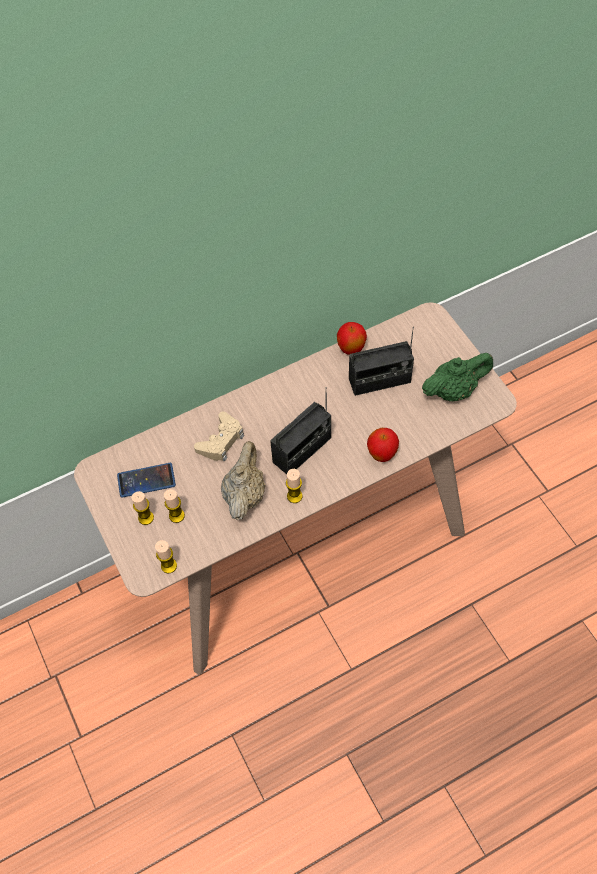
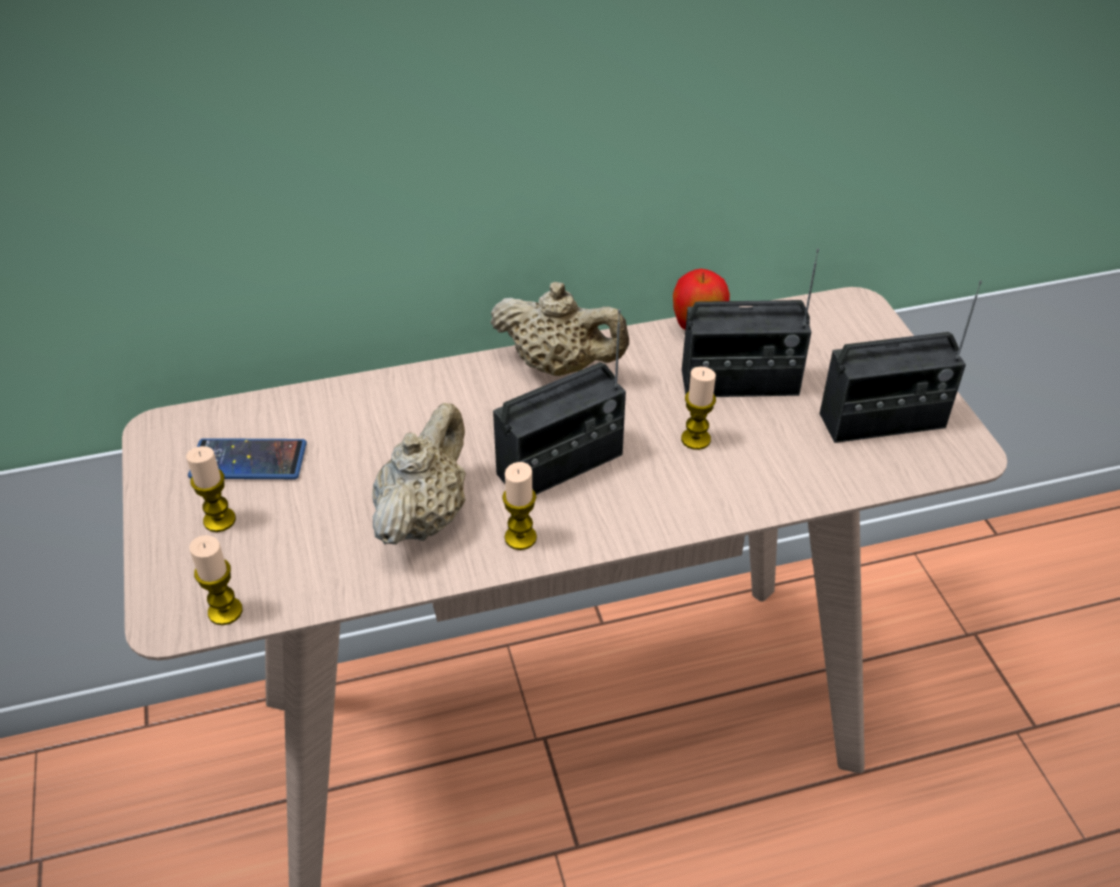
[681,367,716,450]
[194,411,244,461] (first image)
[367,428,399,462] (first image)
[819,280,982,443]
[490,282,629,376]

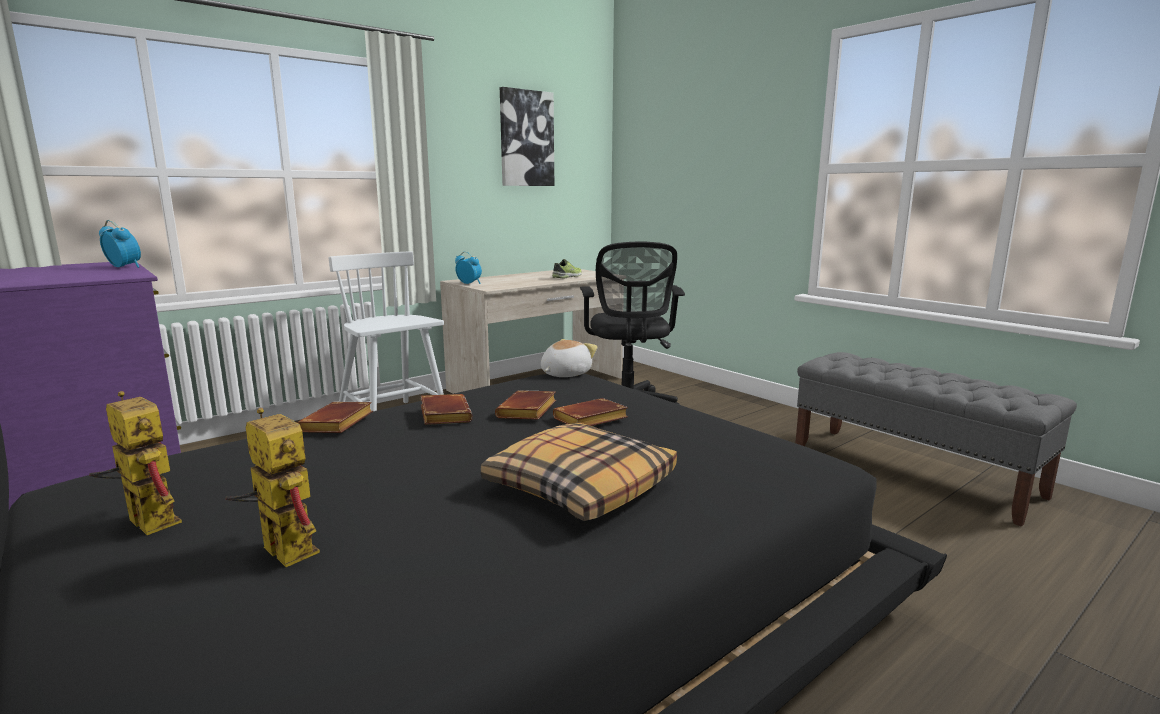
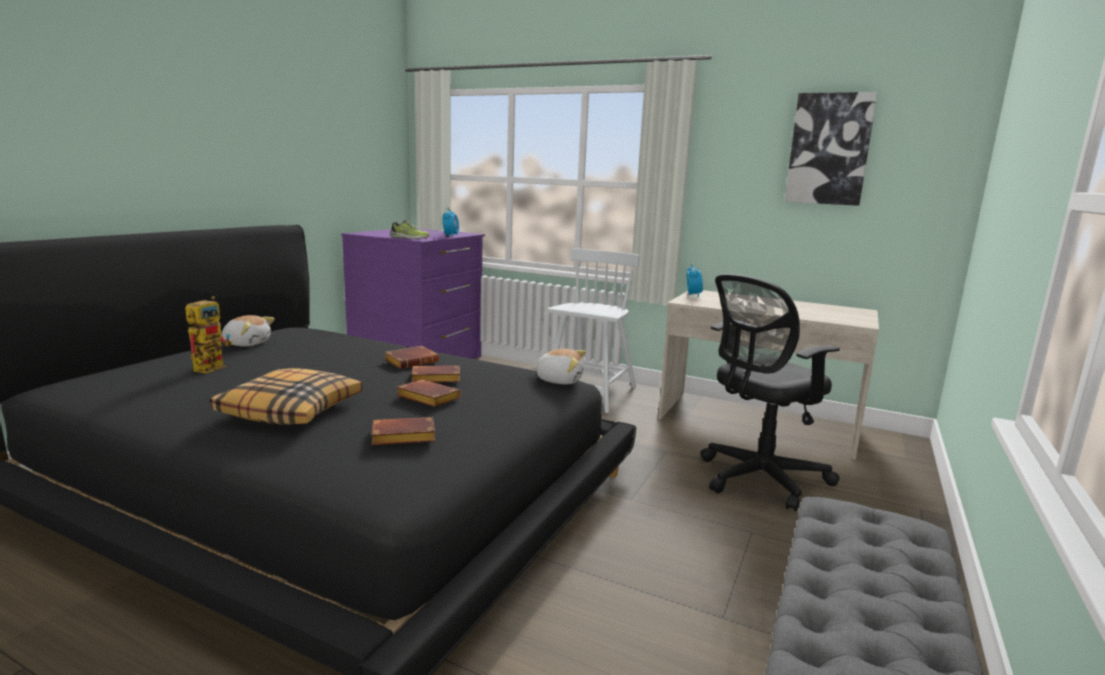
[222,315,275,347]
[371,417,435,445]
[390,220,429,239]

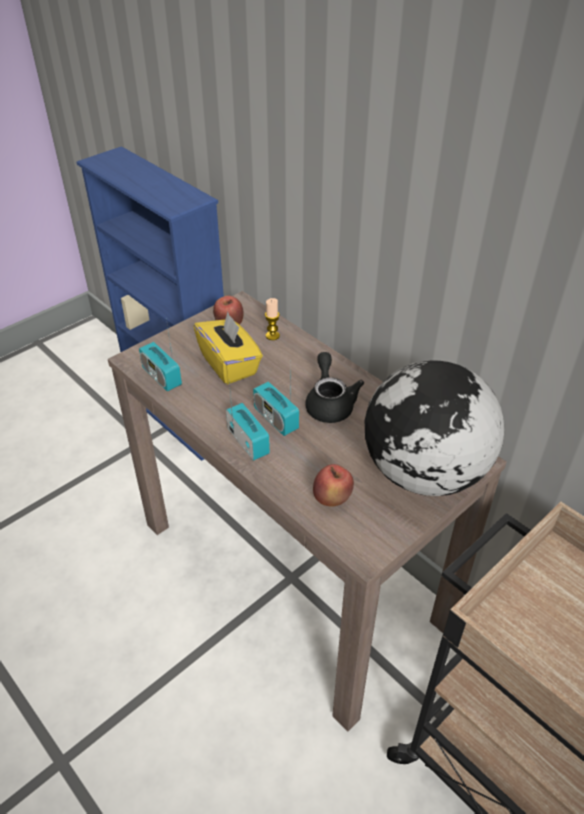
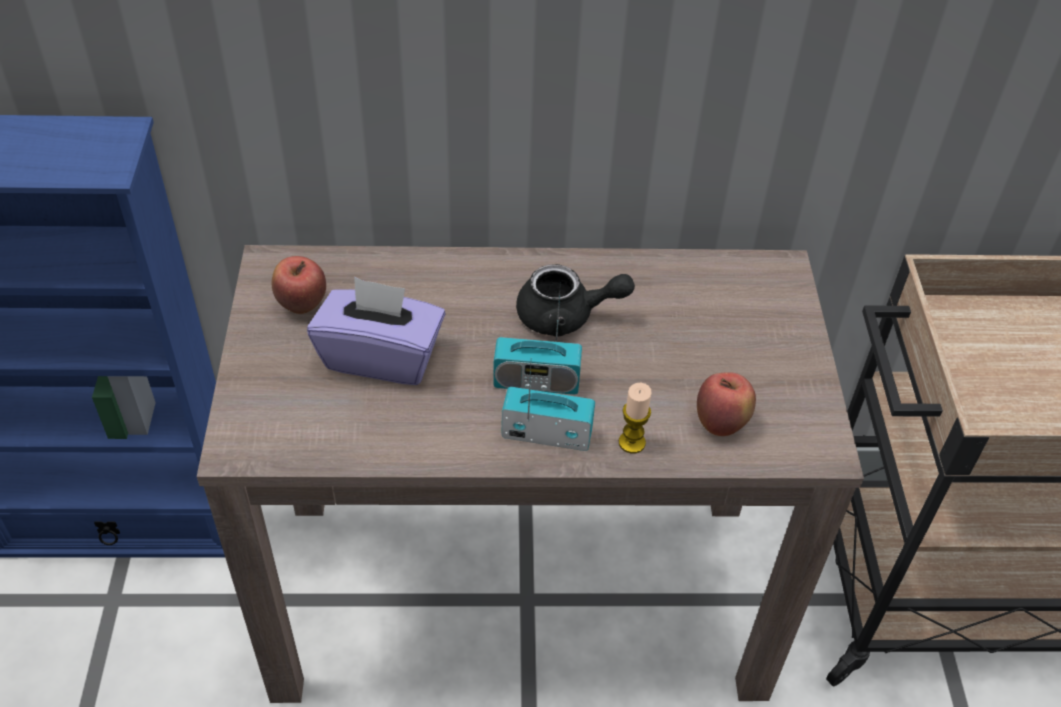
[139,318,182,391] (first image)
[307,277,445,385]
[619,383,652,454]
[516,264,635,337]
[365,360,504,496] (first image)

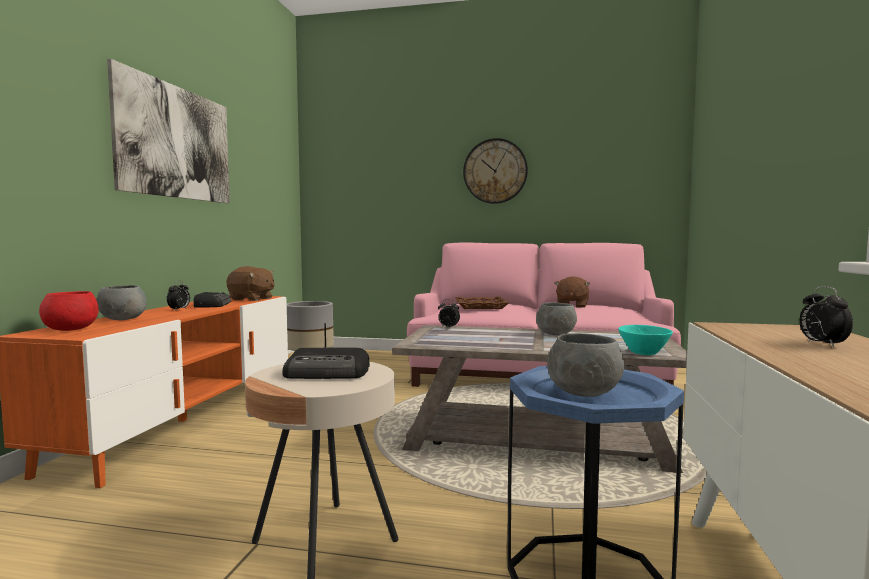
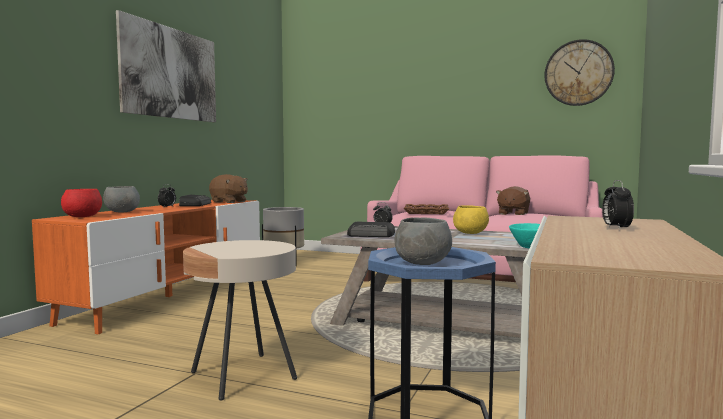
[347,222,395,237]
[544,39,615,106]
[453,205,489,234]

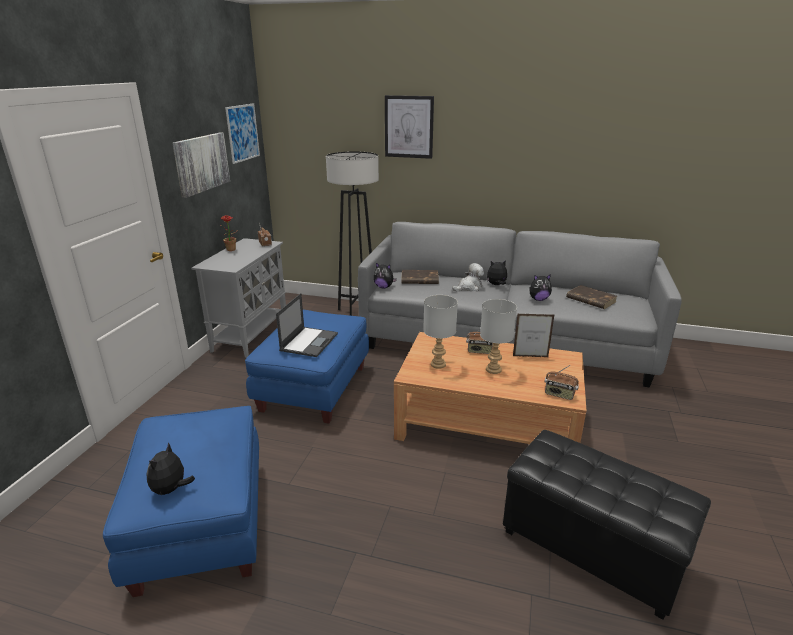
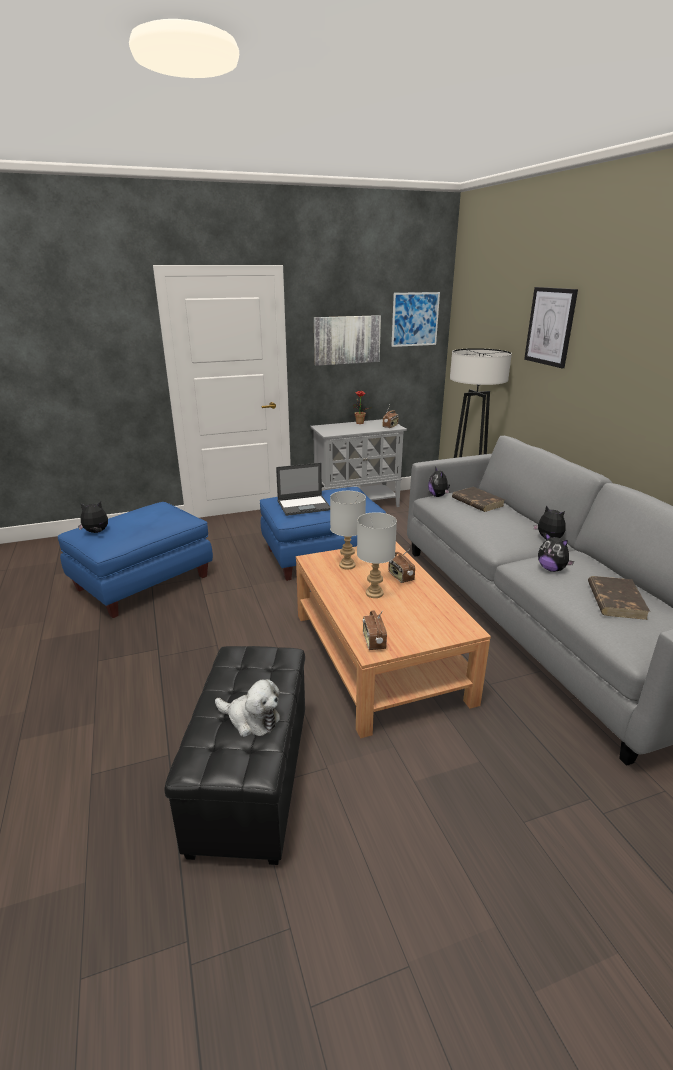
[215,679,280,737]
[513,314,554,357] (first image)

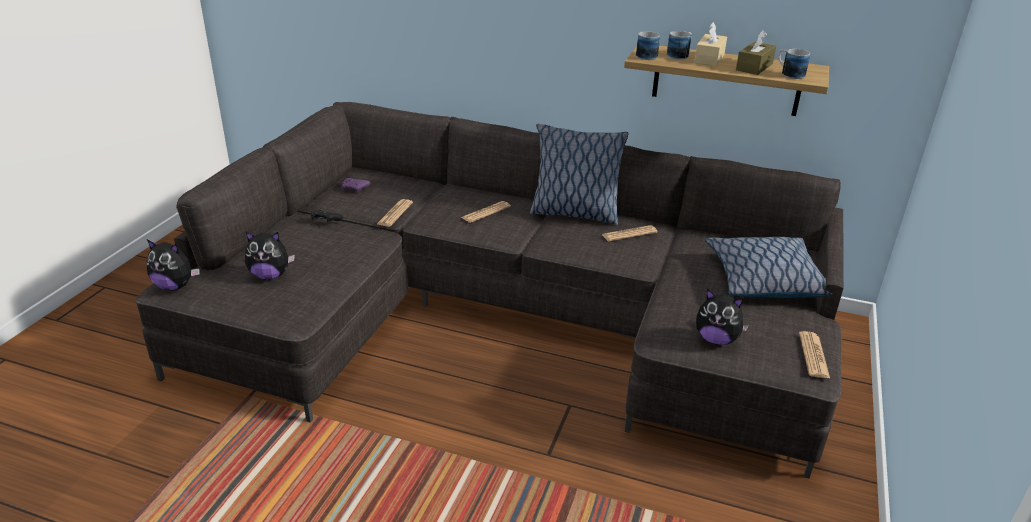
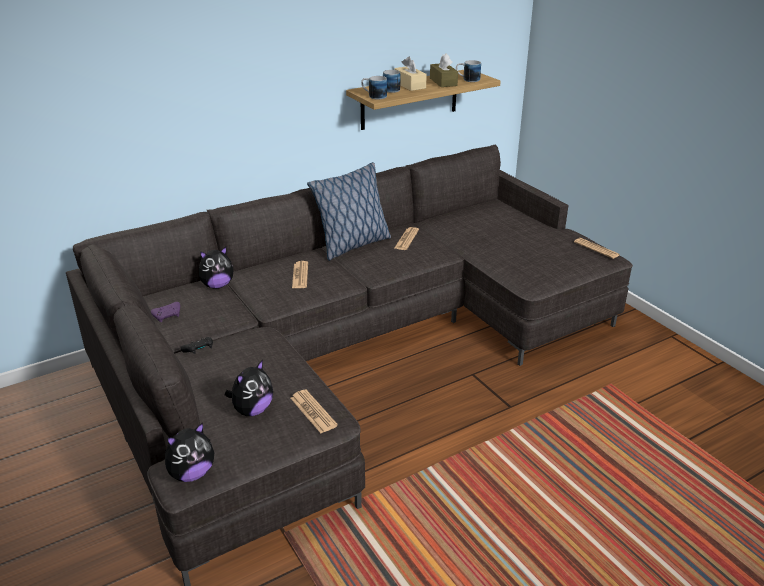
[290,390,338,433]
[199,247,233,289]
[705,237,832,298] (first image)

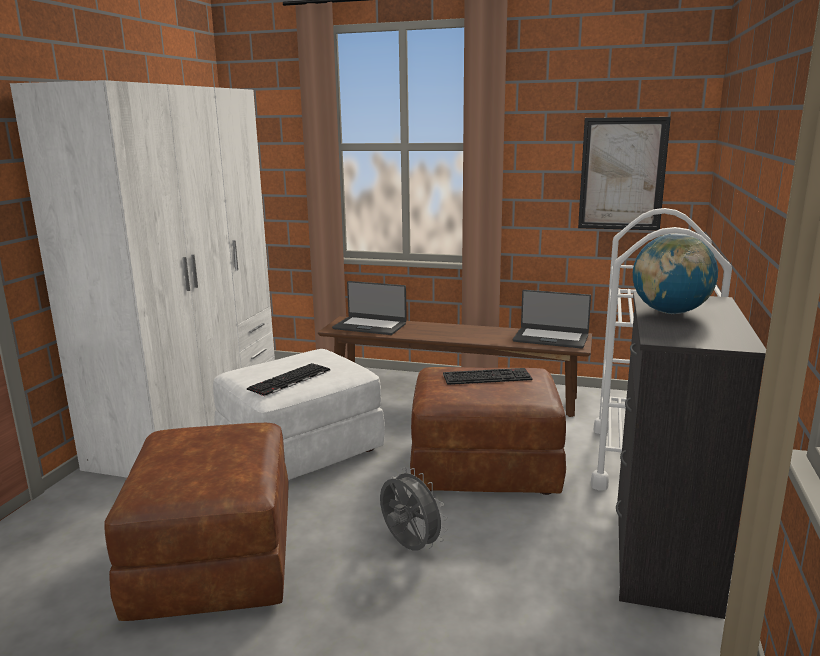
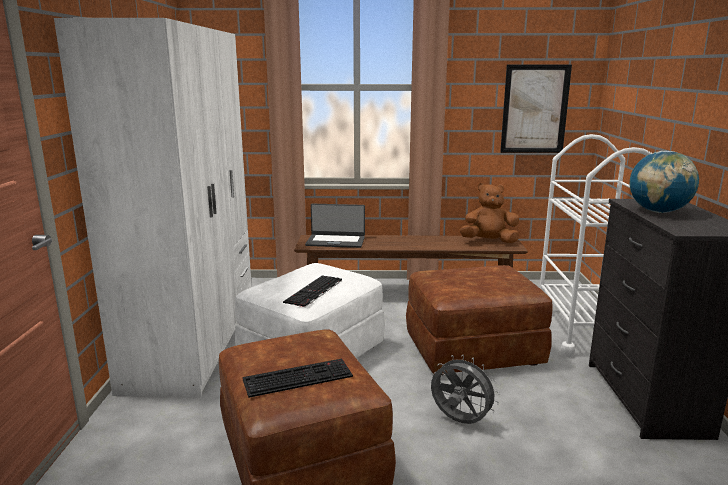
[242,359,353,398]
[460,183,519,243]

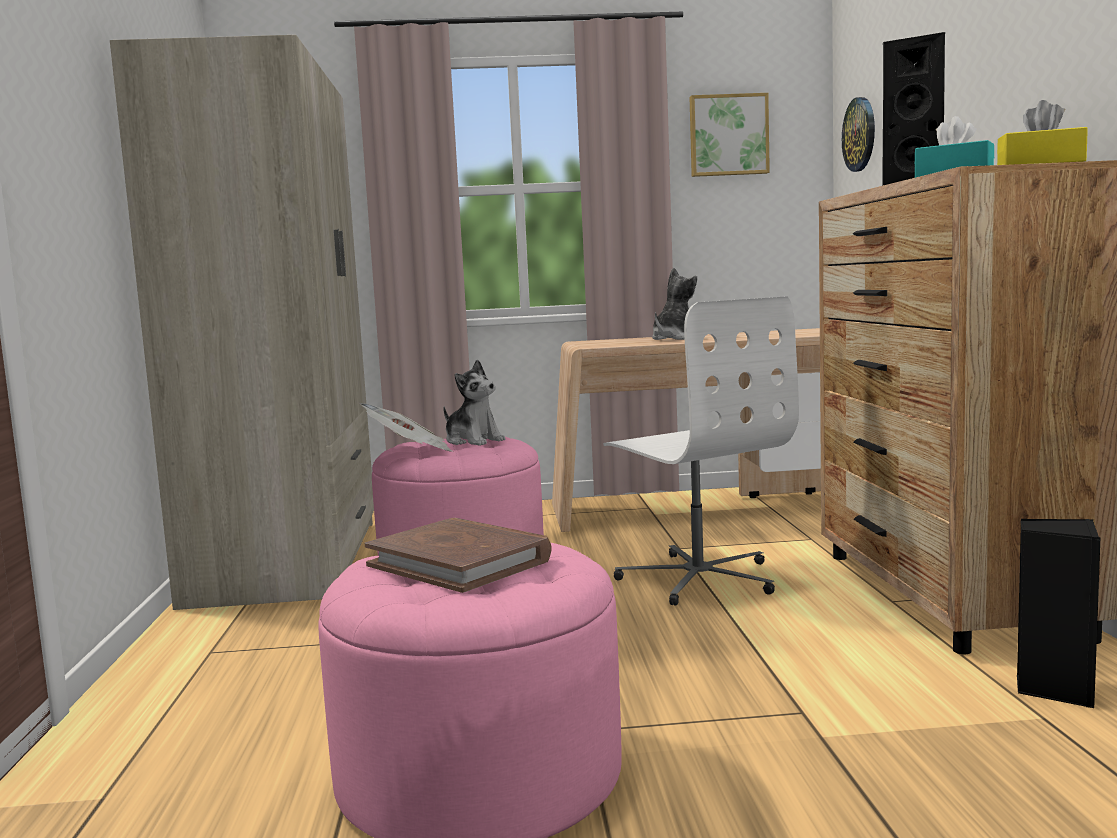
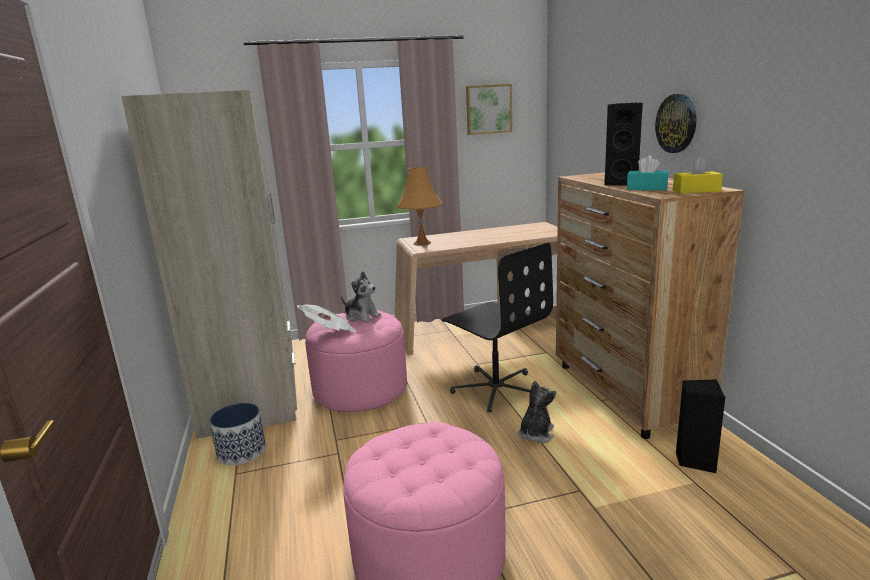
[365,518,552,593] (first image)
[442,243,553,413]
[518,381,556,443]
[655,94,696,153]
[209,403,266,465]
[397,167,442,246]

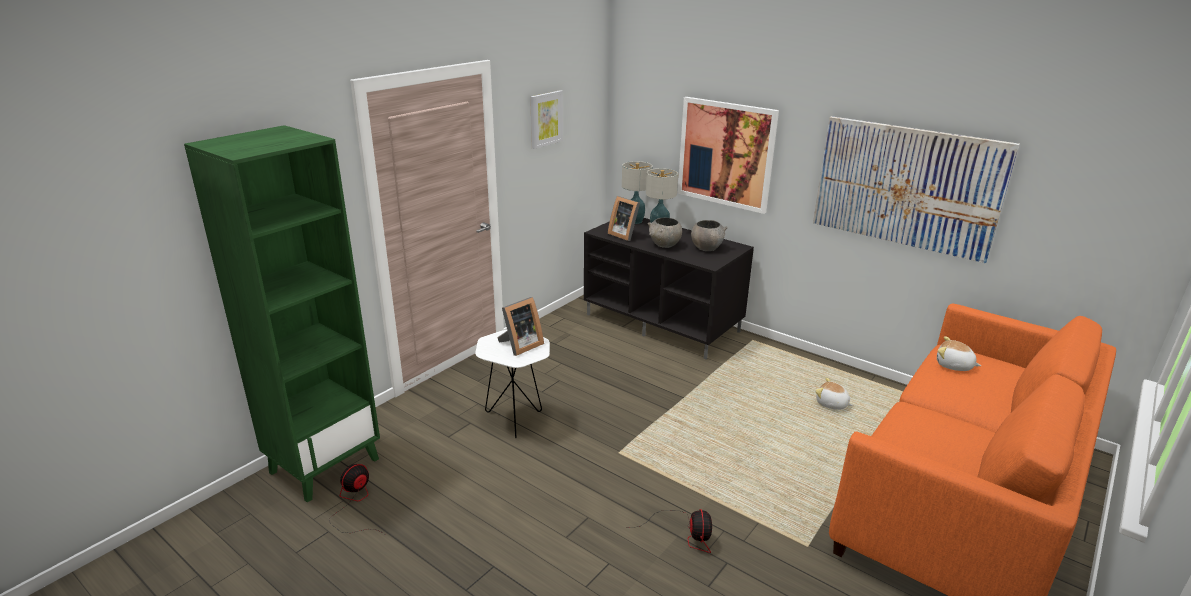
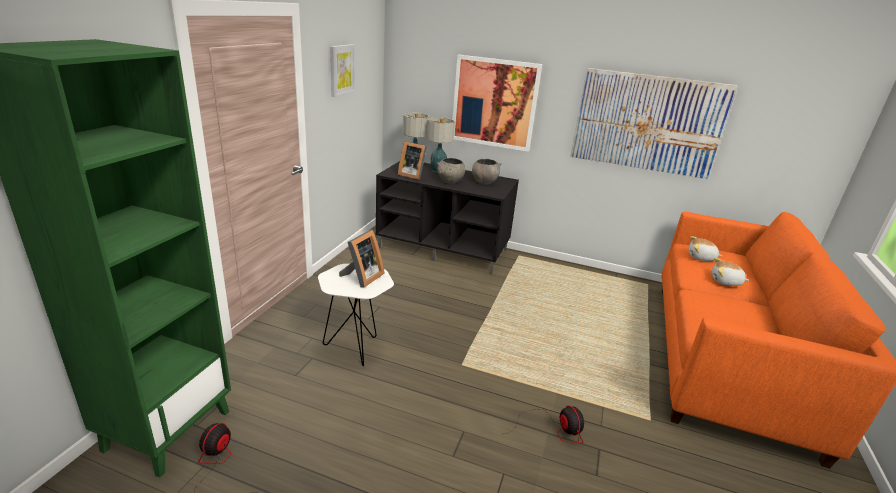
[712,258,749,286]

